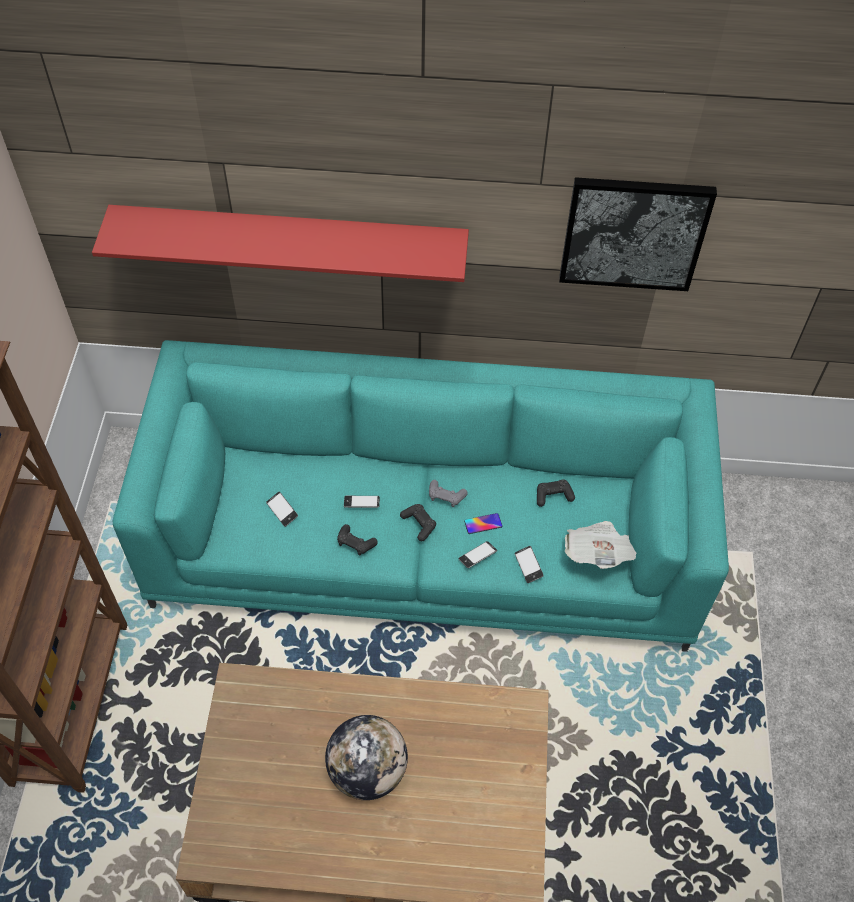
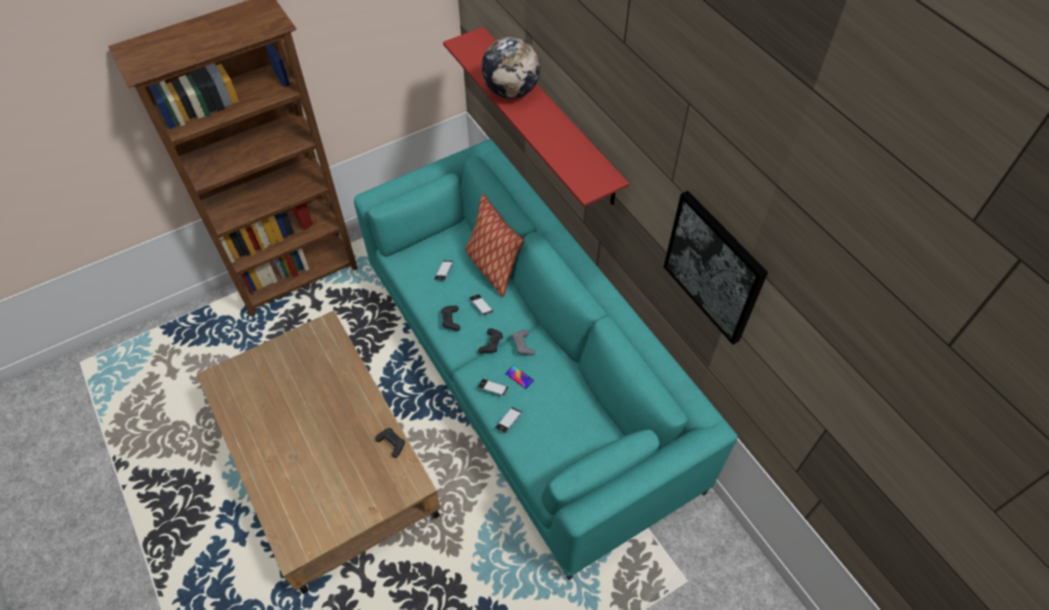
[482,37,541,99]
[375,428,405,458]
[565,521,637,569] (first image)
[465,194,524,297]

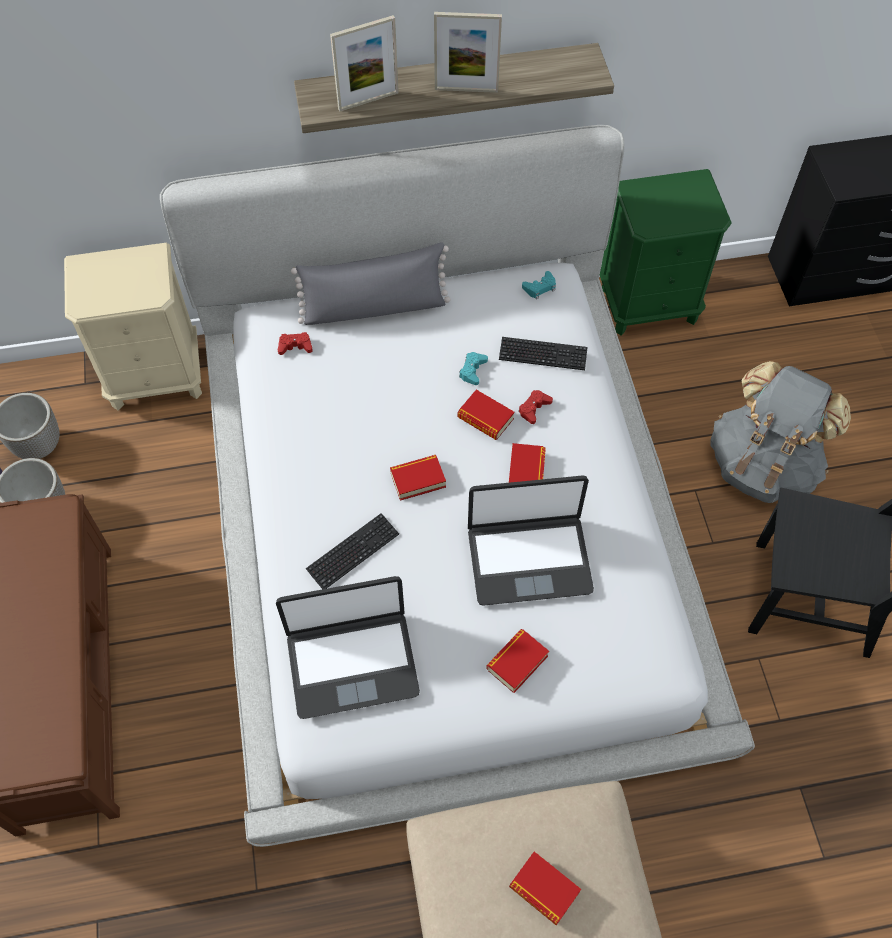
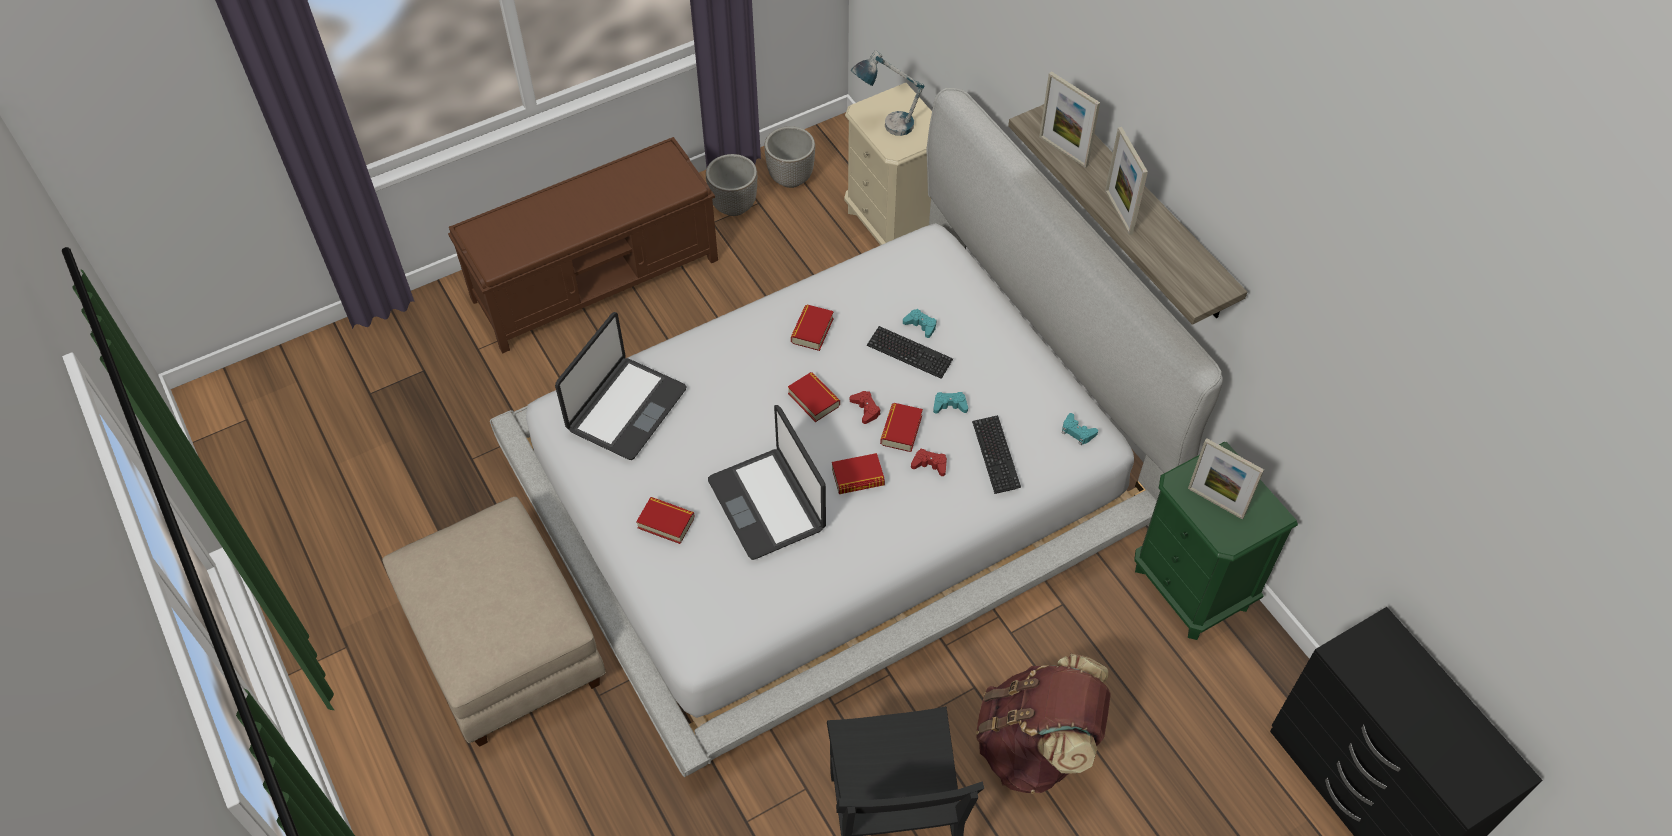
[555,312,687,460]
[850,391,881,424]
[291,242,450,325] (first image)
[867,326,953,379]
[791,304,834,351]
[976,654,1111,794]
[851,51,924,136]
[903,309,937,338]
[1188,438,1264,520]

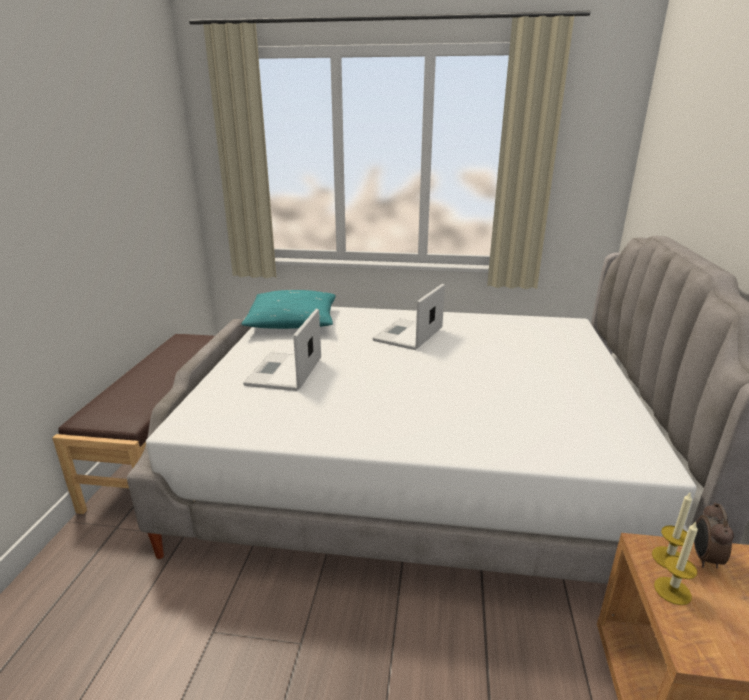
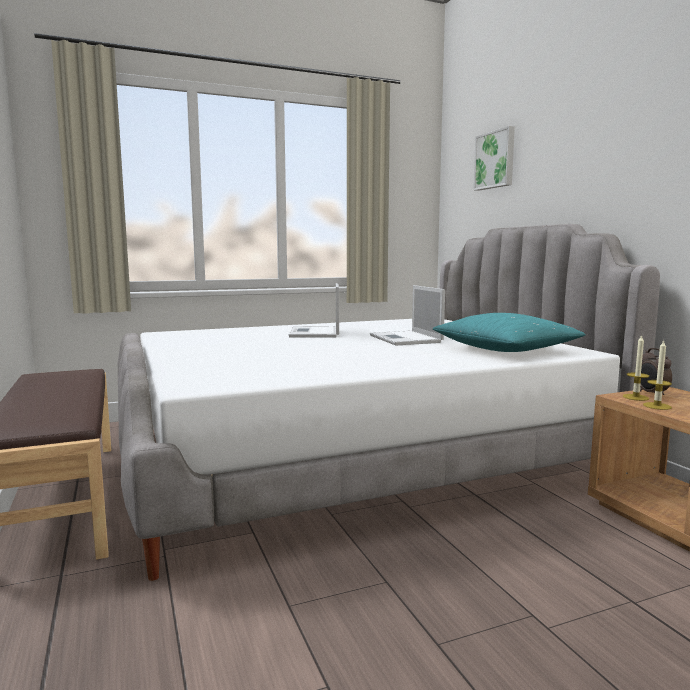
[432,313,586,352]
[370,285,445,345]
[473,126,515,191]

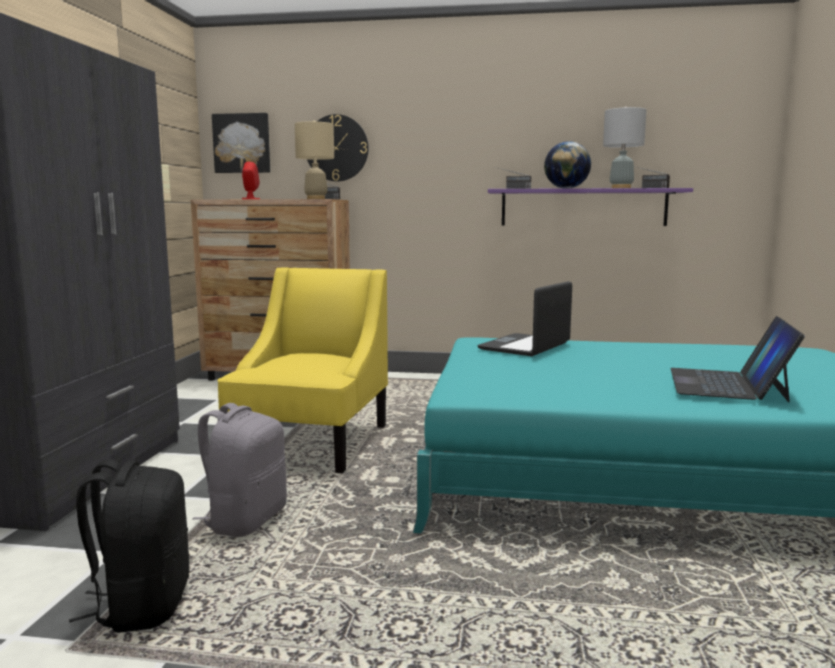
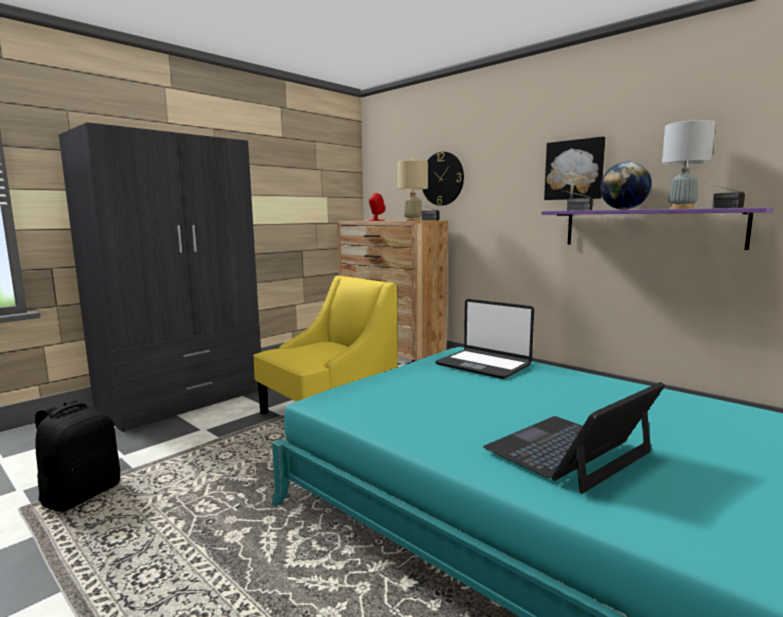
[193,403,287,537] (first image)
[544,137,605,200]
[435,299,534,379]

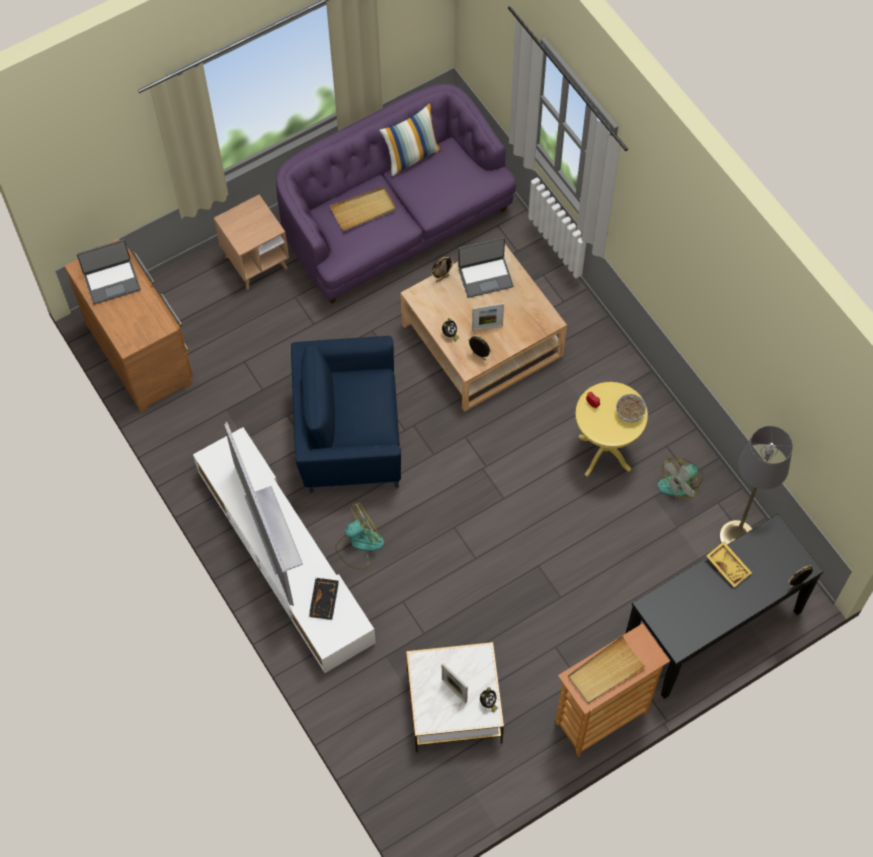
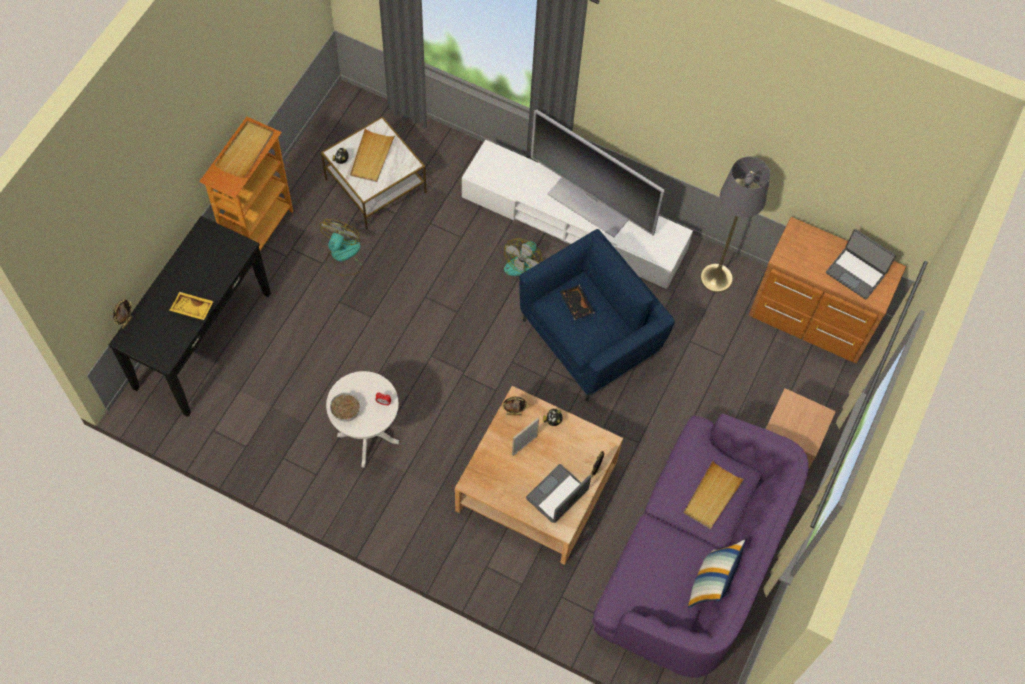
[826,229,896,299]
[559,285,595,320]
[350,128,395,182]
[326,371,399,468]
[320,219,363,276]
[700,157,770,293]

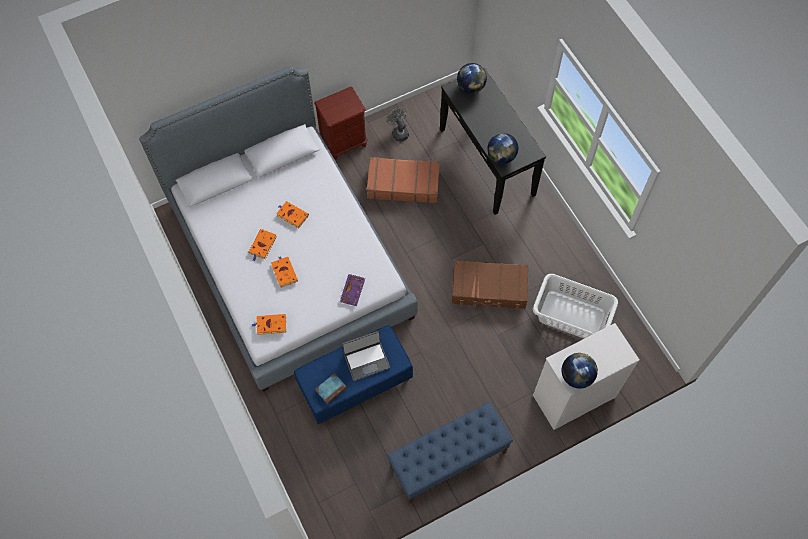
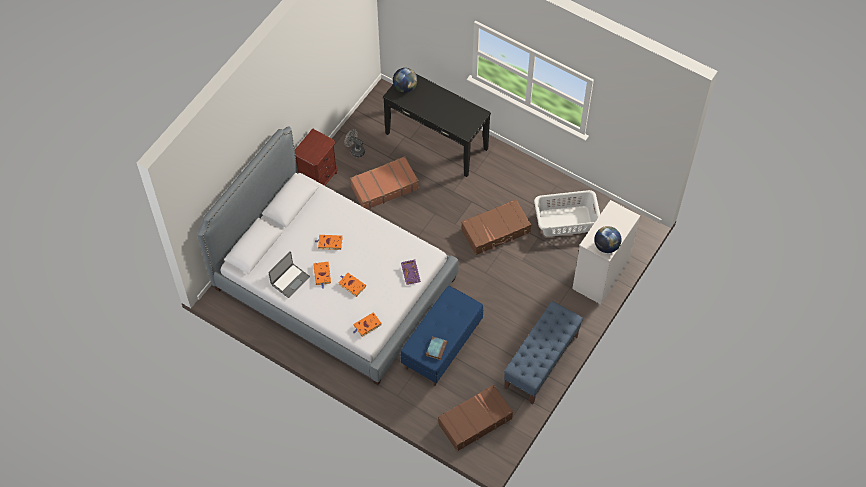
[268,251,310,298]
[487,133,518,164] (first image)
[438,384,513,452]

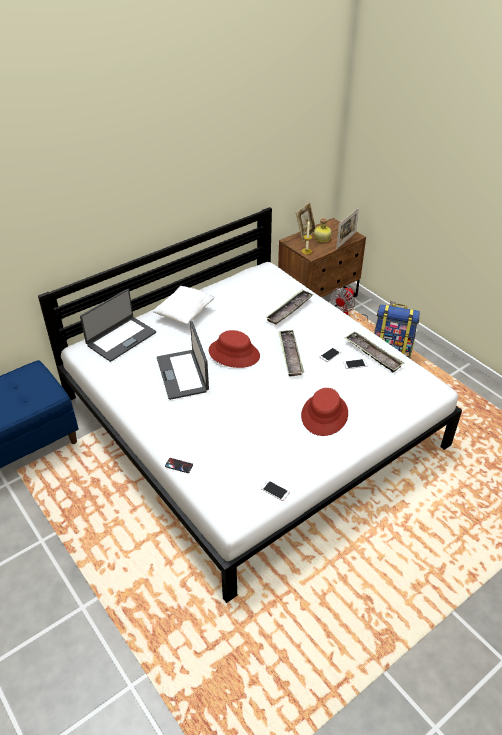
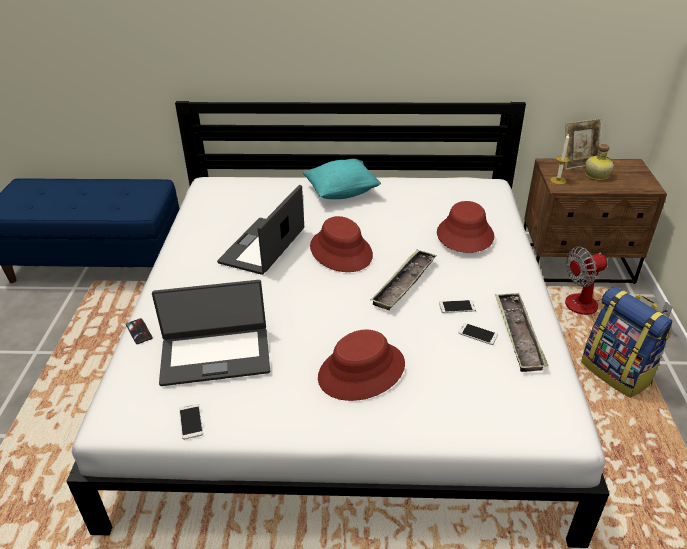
[152,280,270,386]
[303,159,381,199]
[437,201,494,253]
[336,208,359,249] (first image)

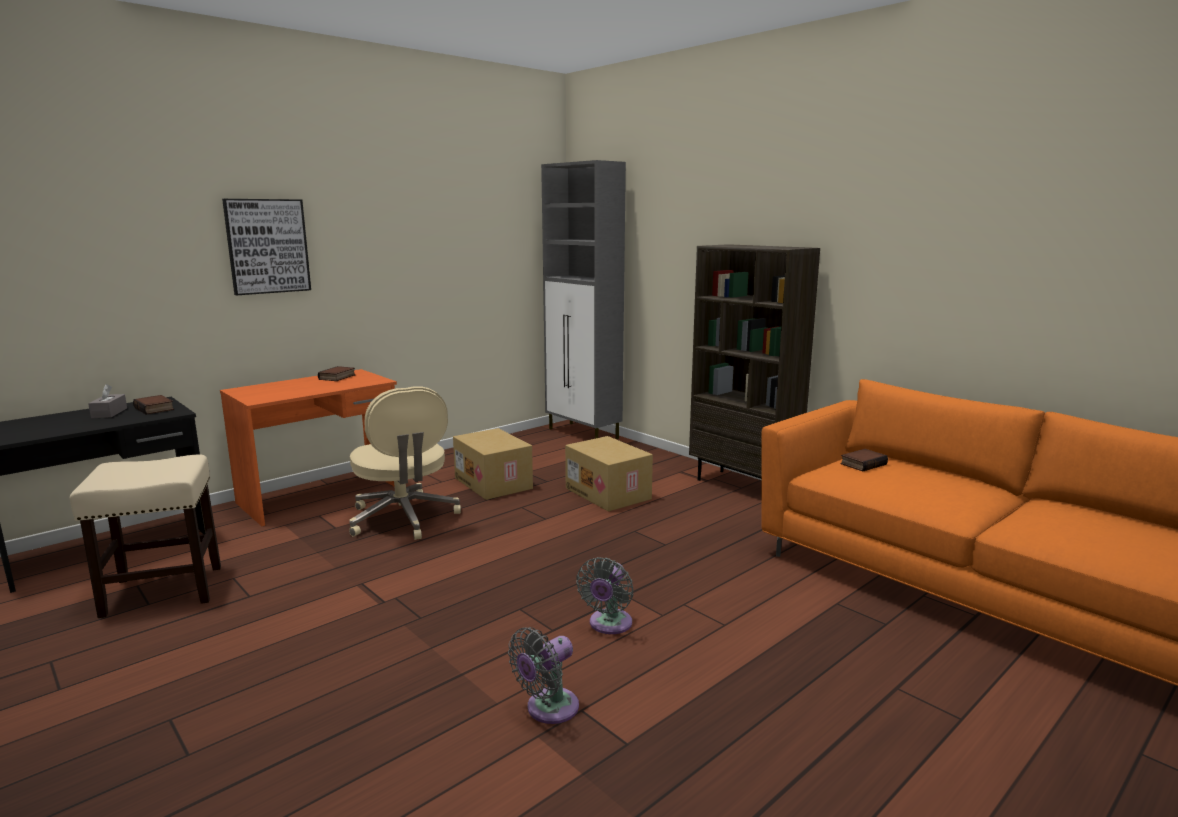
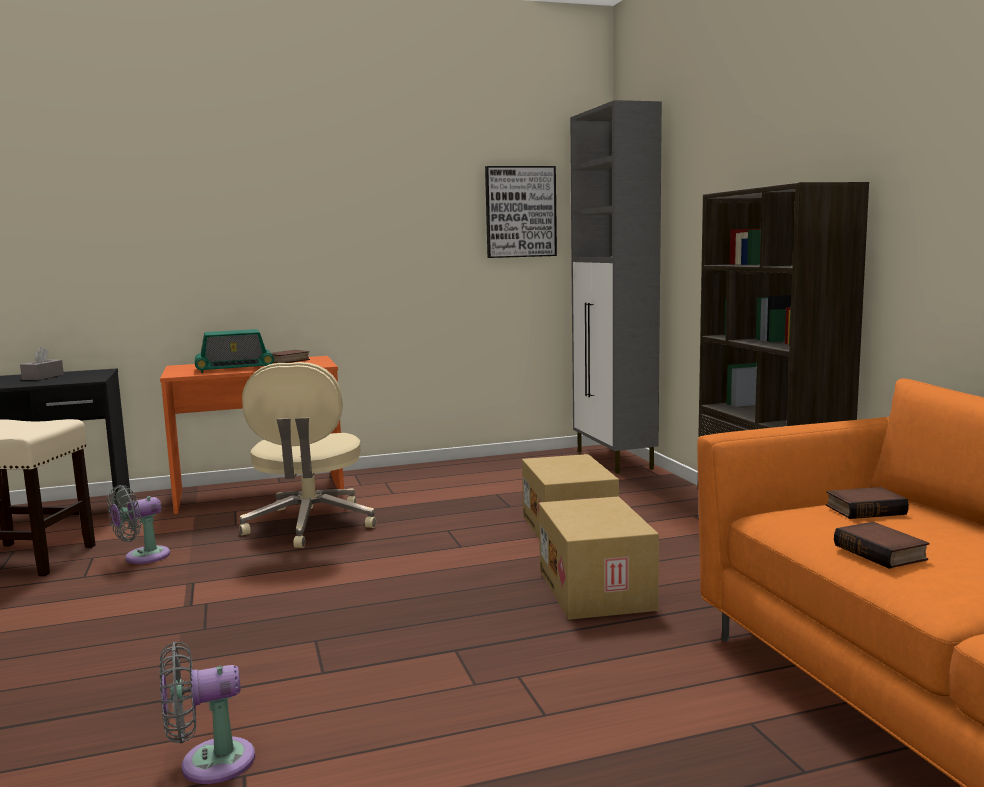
[834,522,929,569]
[485,166,557,258]
[539,497,659,620]
[107,485,170,564]
[195,329,274,373]

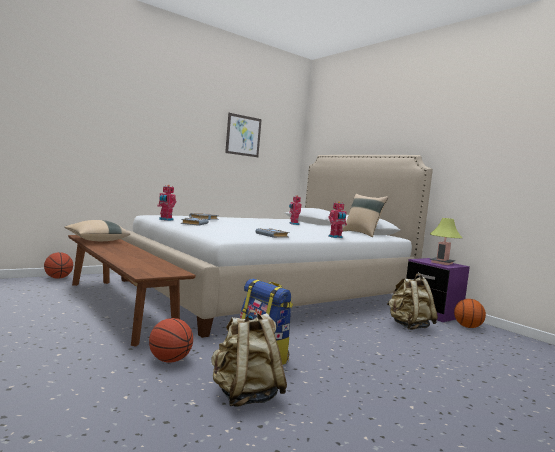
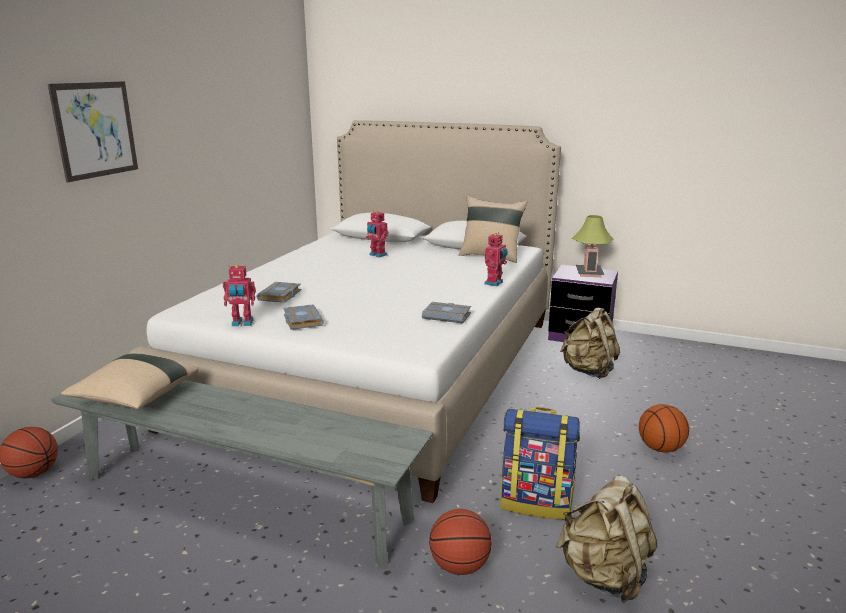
[51,380,433,566]
[48,81,138,182]
[639,404,689,453]

